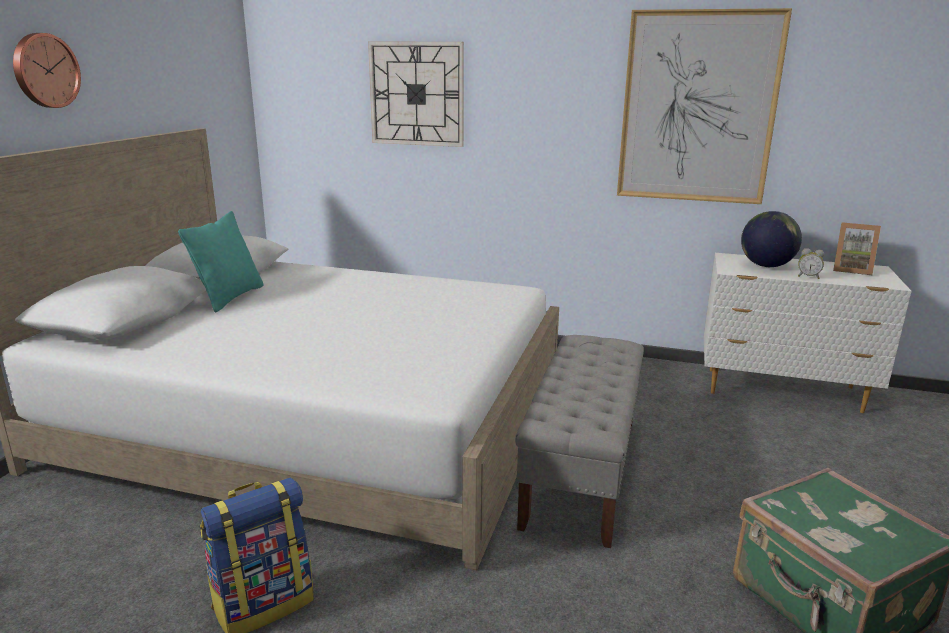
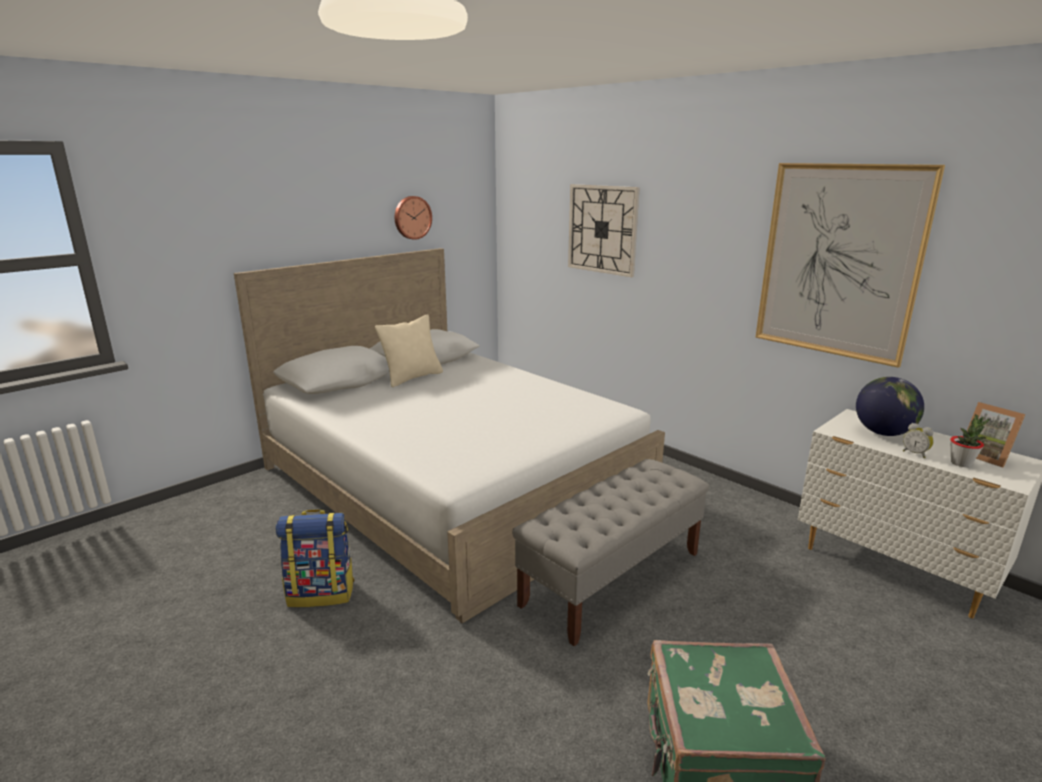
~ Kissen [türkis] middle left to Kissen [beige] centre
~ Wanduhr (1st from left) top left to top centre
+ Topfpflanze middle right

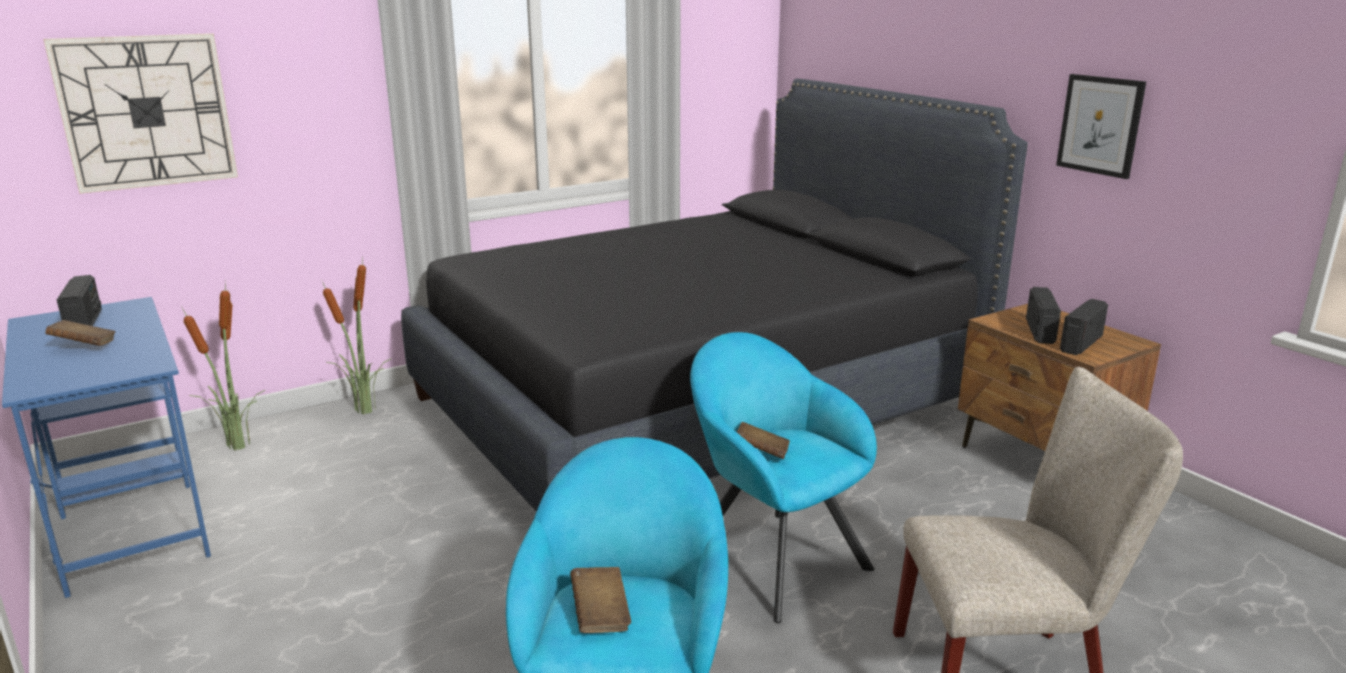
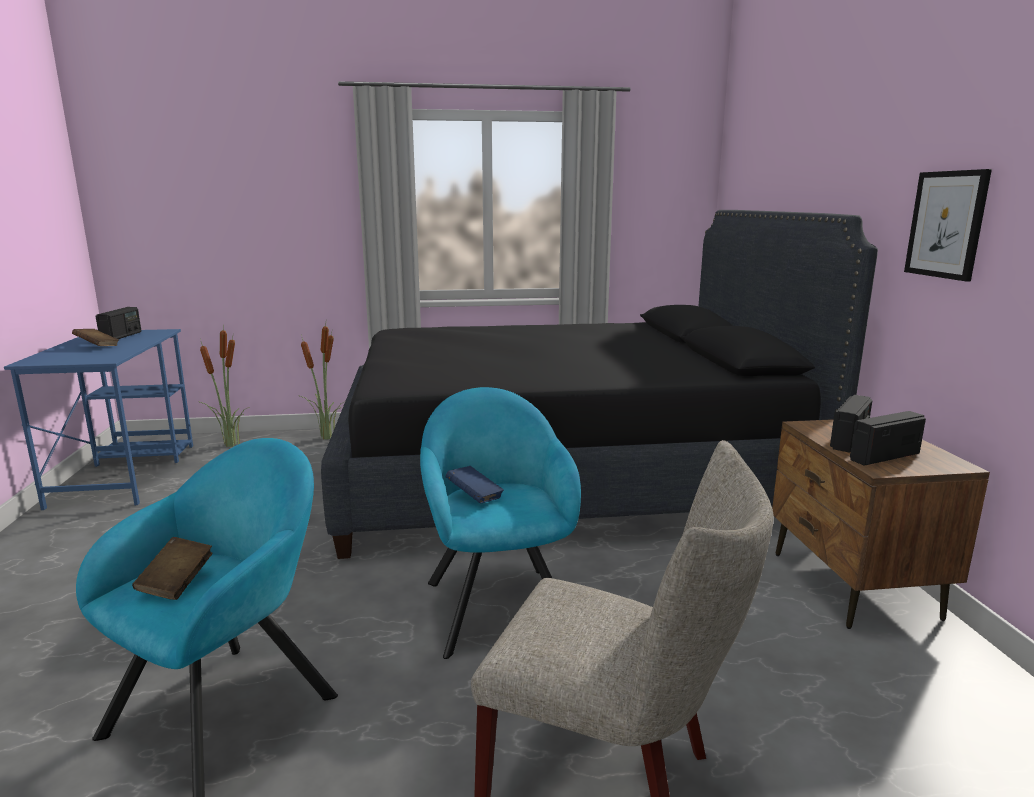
~ Buch [braun] (3rd from left) centre to Buch [blau] centre
- Wanduhr top left

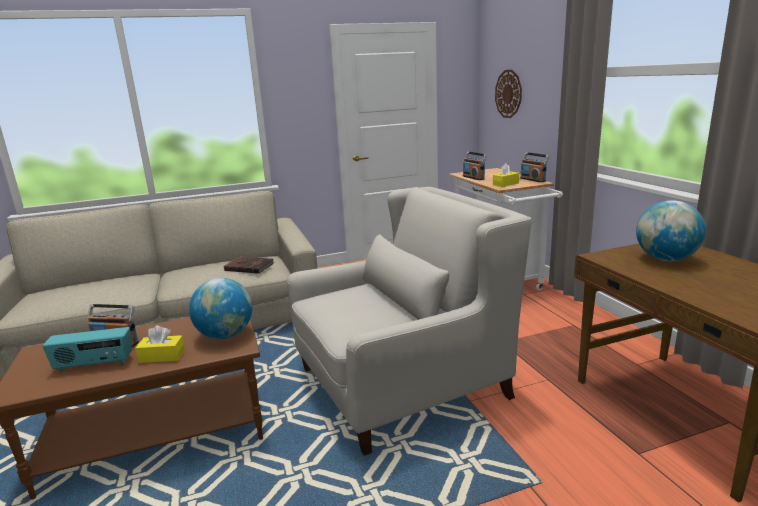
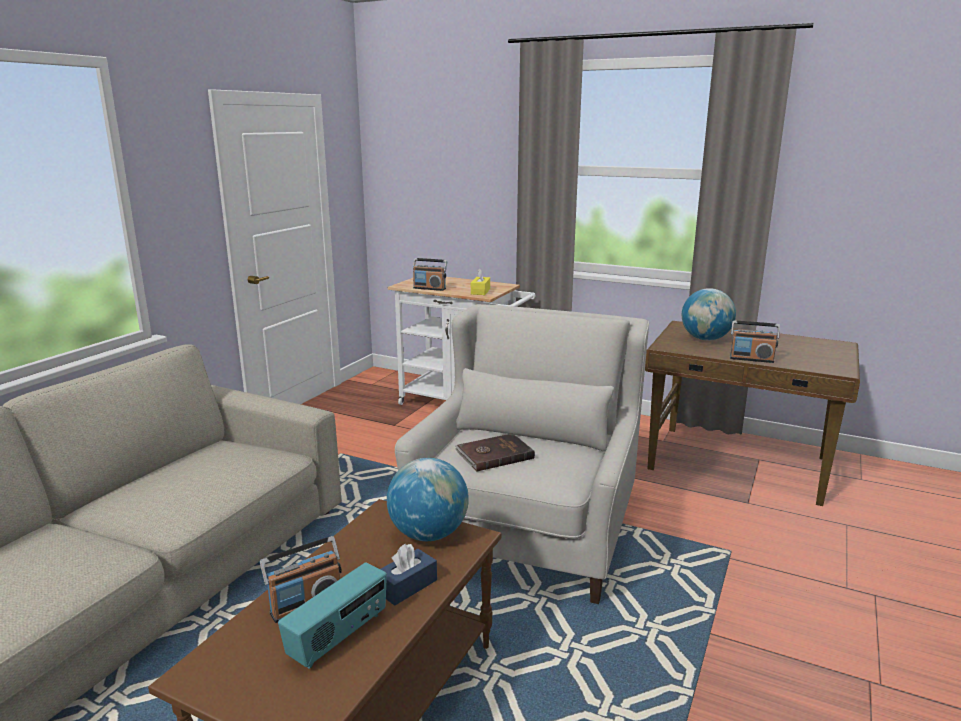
~ Taschentuchbox [gelb] (1st from left) bottom left to Taschentuchbox [blau] bottom centre
~ Buch [braun] middle left to centre
~ Radio (4th from left) top right to middle right
- Wanduhr top right

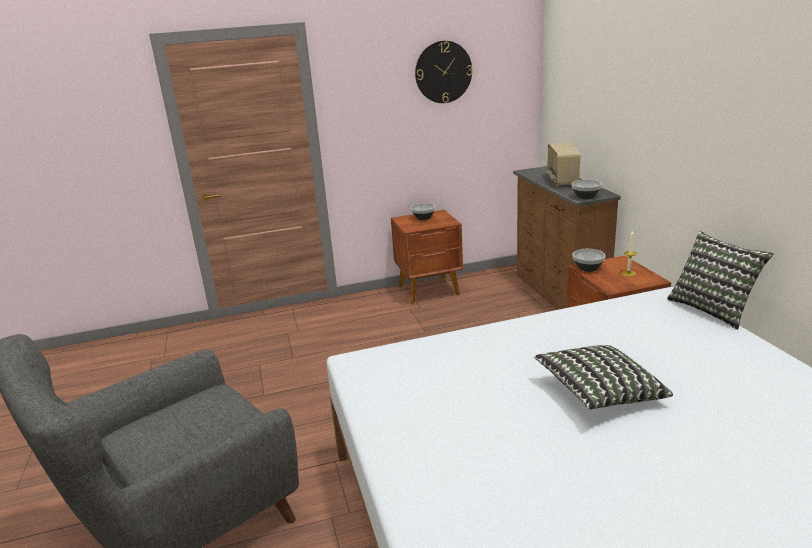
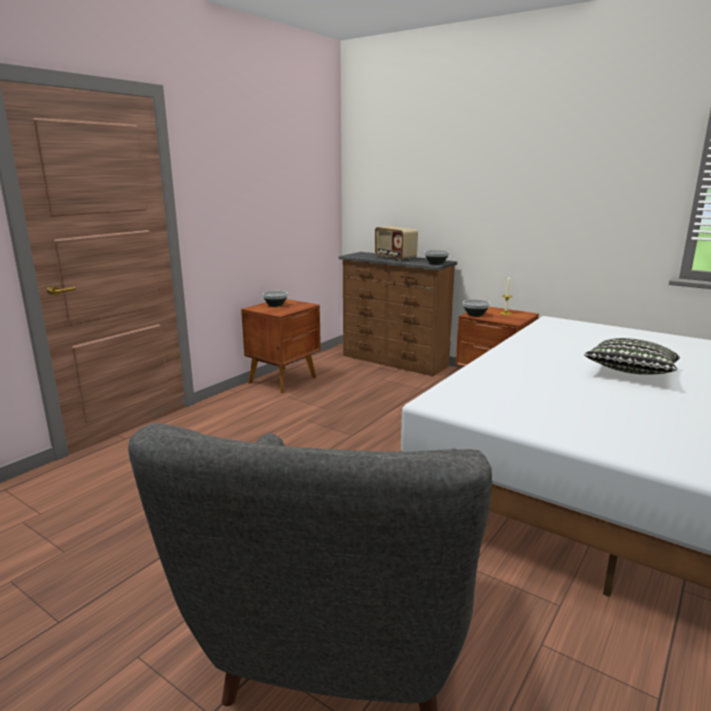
- Wanduhr top centre
- Kissen (2nd from left) middle right

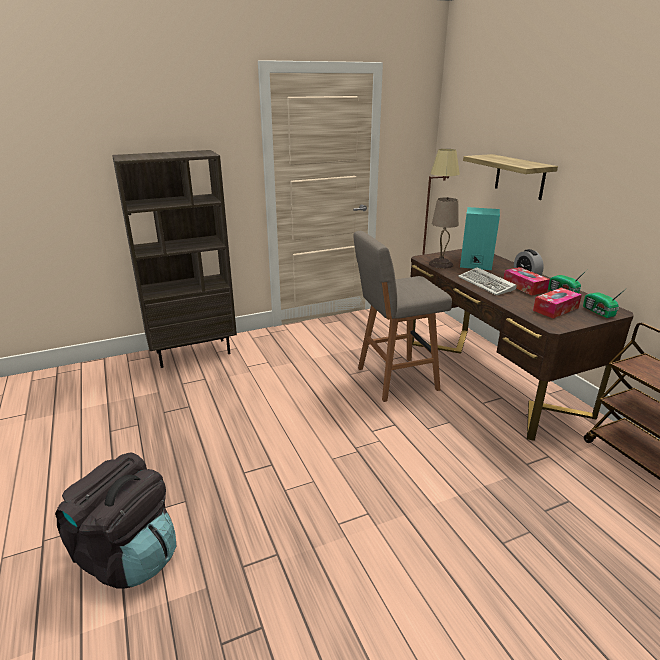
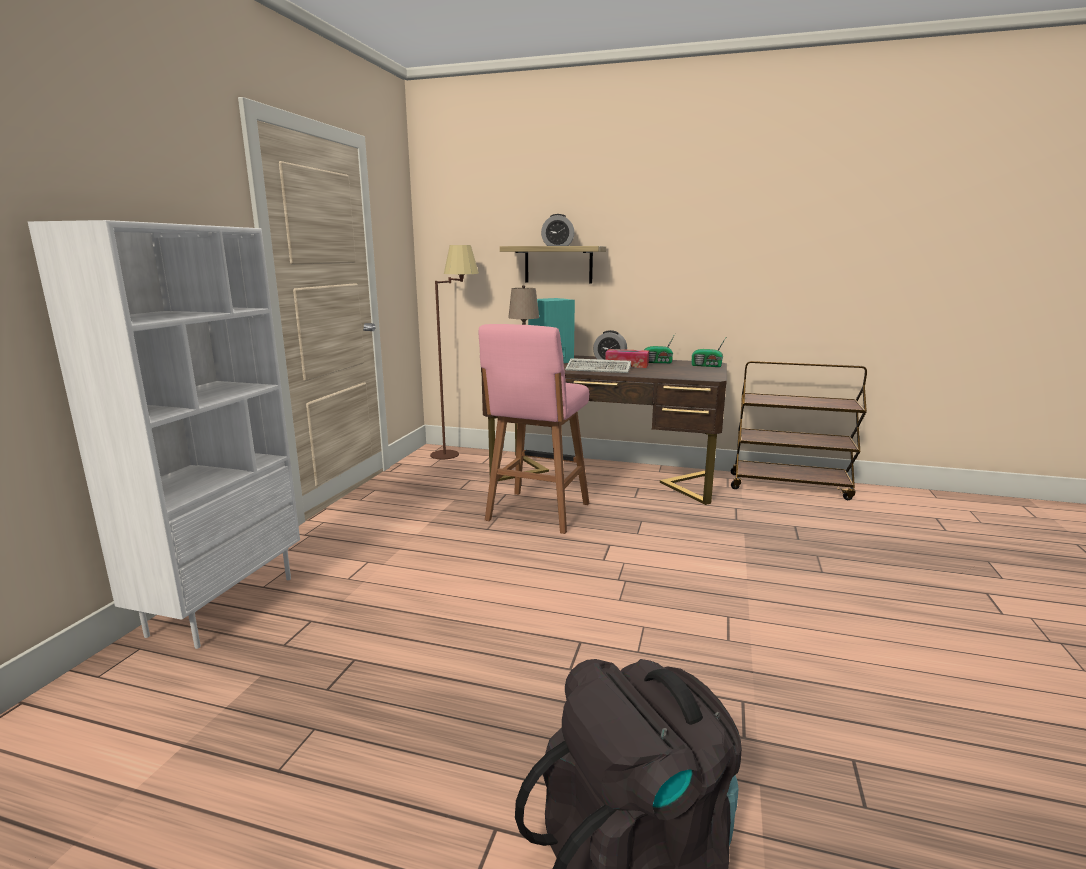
~ Bücherregal [braun] middle left to Bücherregal [weiß] middle left
~ Hocker [grau] centre to Hocker [rosa] centre
+ Wecker (1st from left) top centre
- Taschentuchbox (2nd from left) middle right

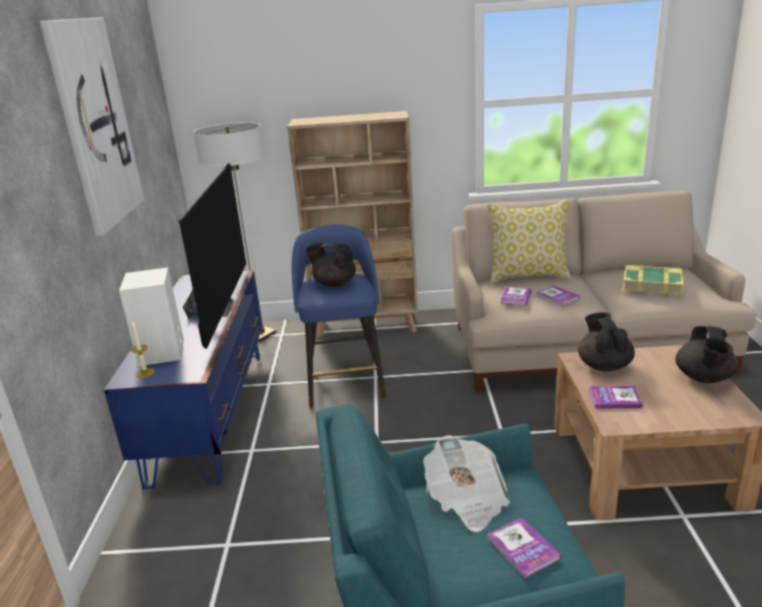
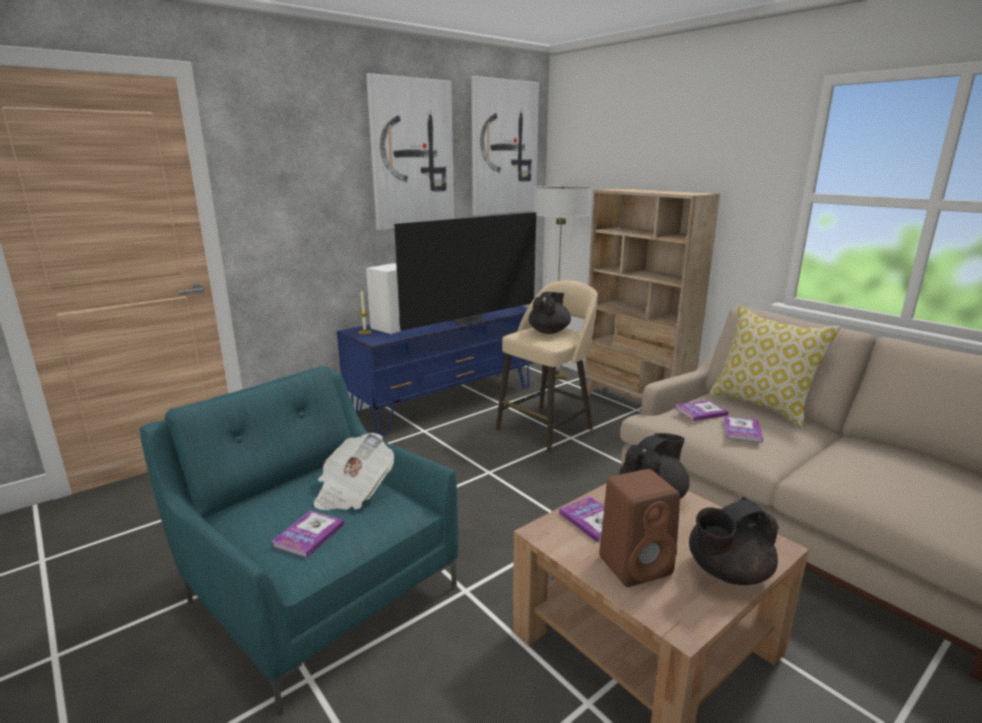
+ Bild (2nd from left) top centre
~ Hocker [blau] centre to Hocker [beige] centre
~ Teekanne [schwarz] (1st from left) centre = centre 45 degrees clockwise
+ Lautsprecher [braun] bottom centre
- Buch (5th from left) middle right

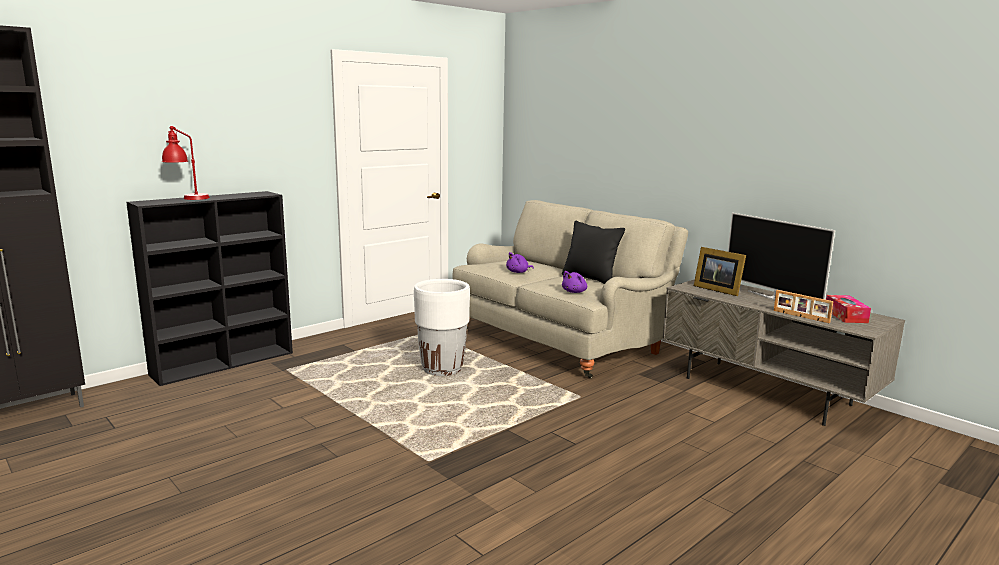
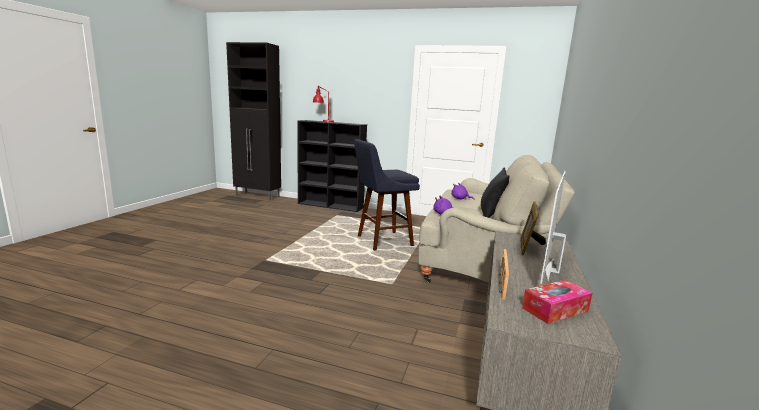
~ Pflanzkübel [weiß] centre to Hocker [blau] centre

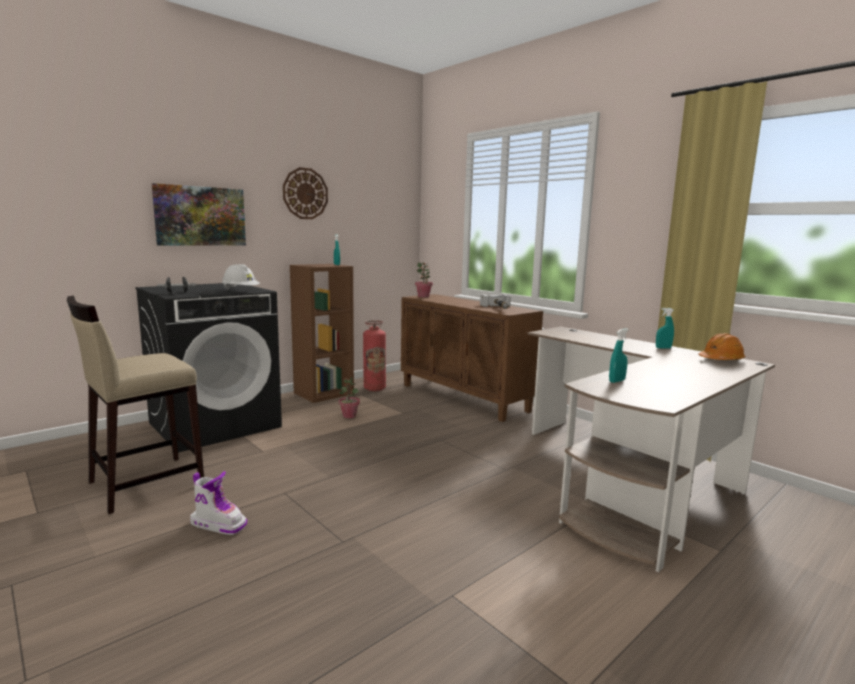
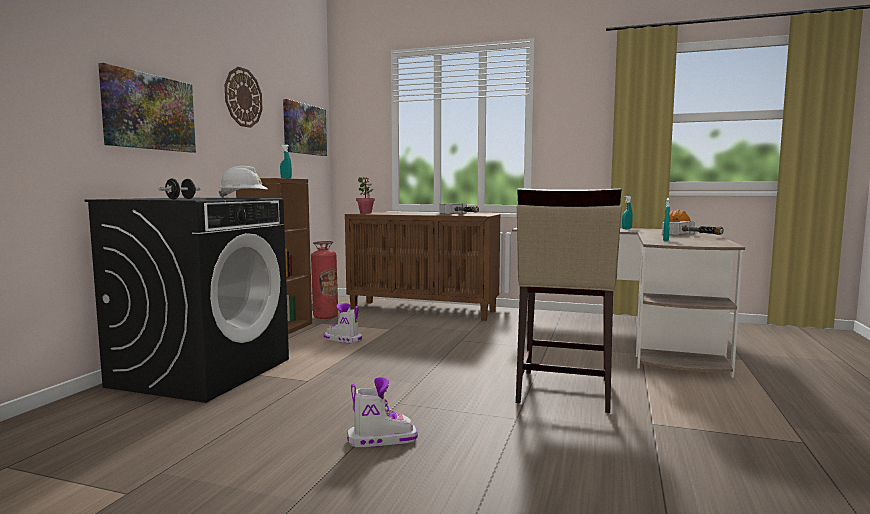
+ Bild (2nd from left) top centre
~ Topfpflanze (1st from left) centre to Stiefel (1st from left) centre
~ Hocker [beige] middle left to centre
+ Hammer (2nd from left) middle right

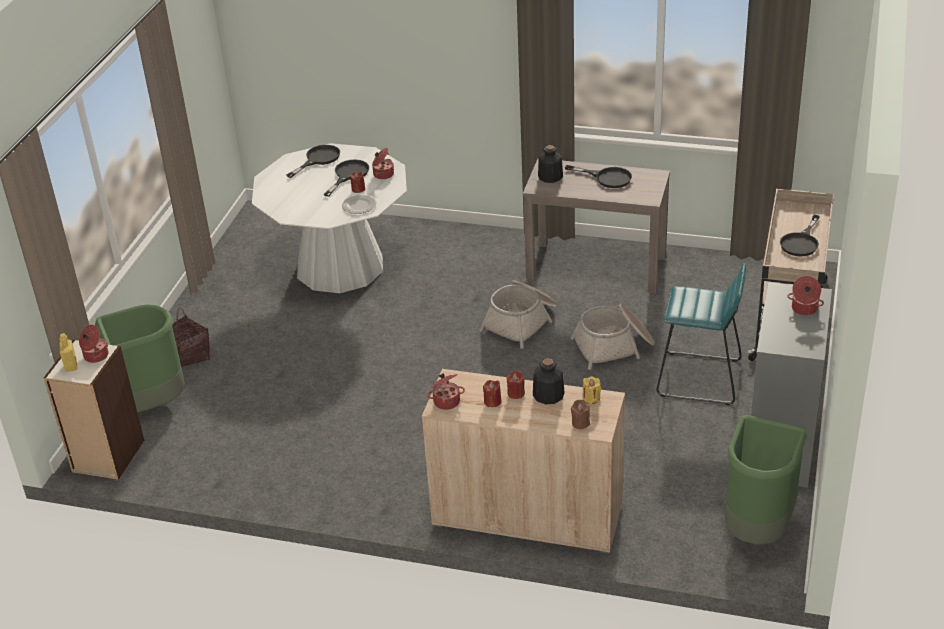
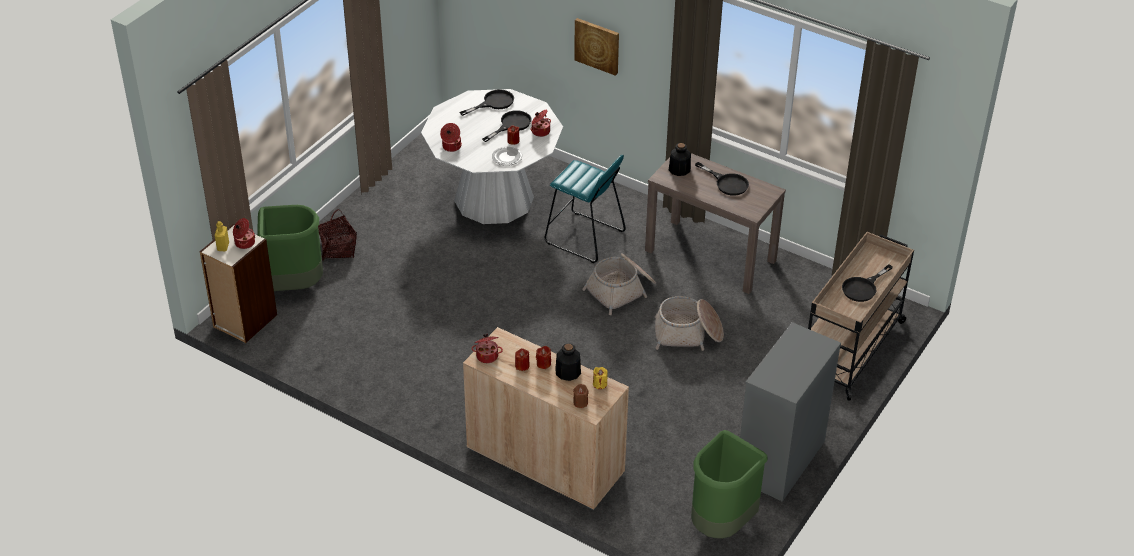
~ Kochtopf (4th from left in the first image) middle right to Kochtopf (2nd from left) top centre
~ Hocker [türkis] middle right to centre
+ Bild top centre

